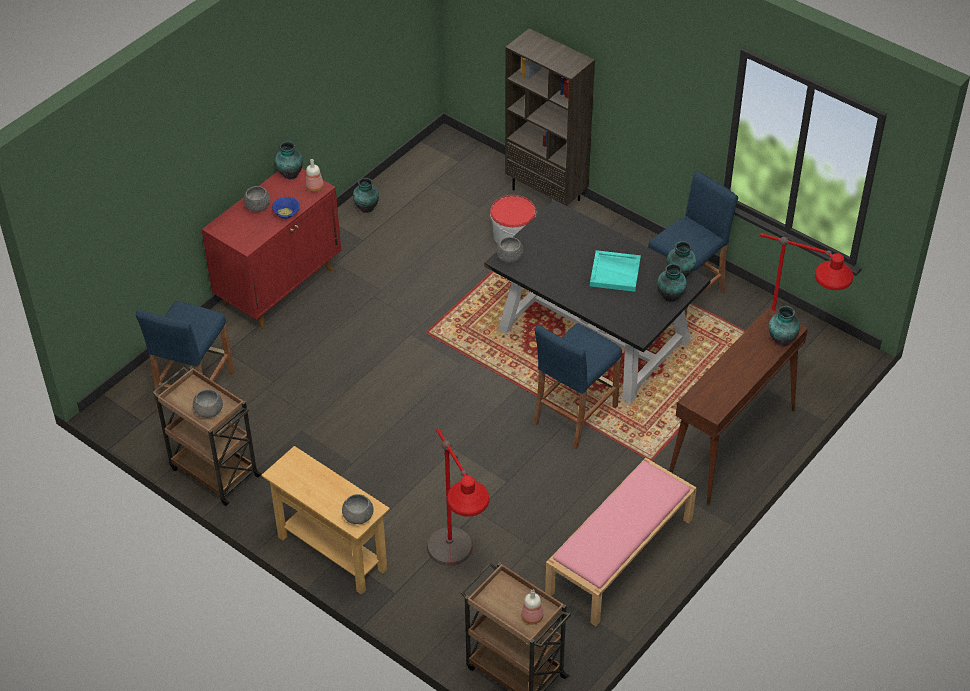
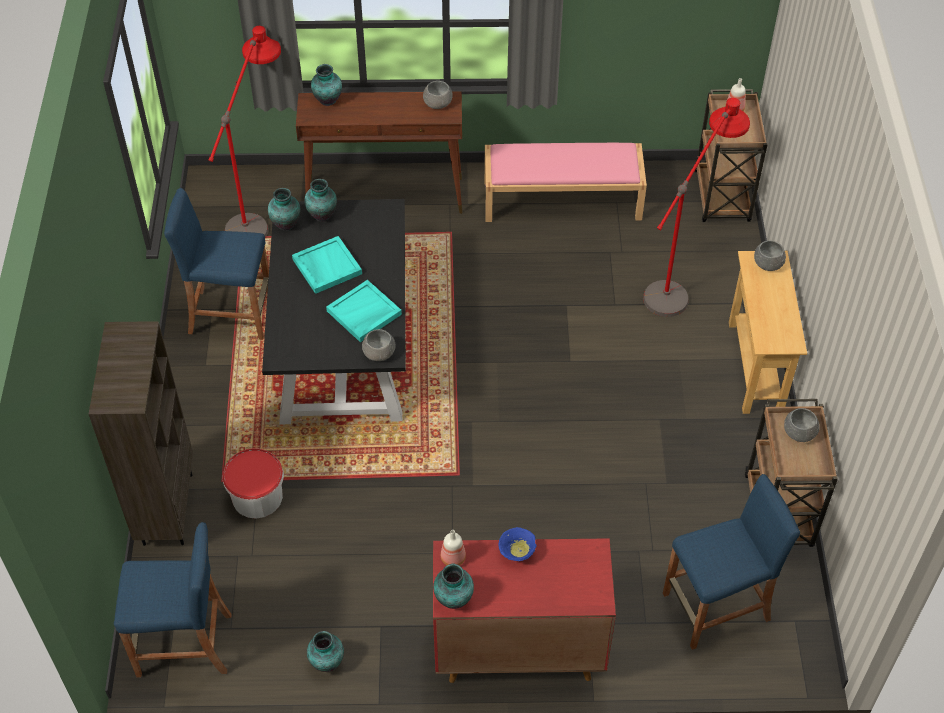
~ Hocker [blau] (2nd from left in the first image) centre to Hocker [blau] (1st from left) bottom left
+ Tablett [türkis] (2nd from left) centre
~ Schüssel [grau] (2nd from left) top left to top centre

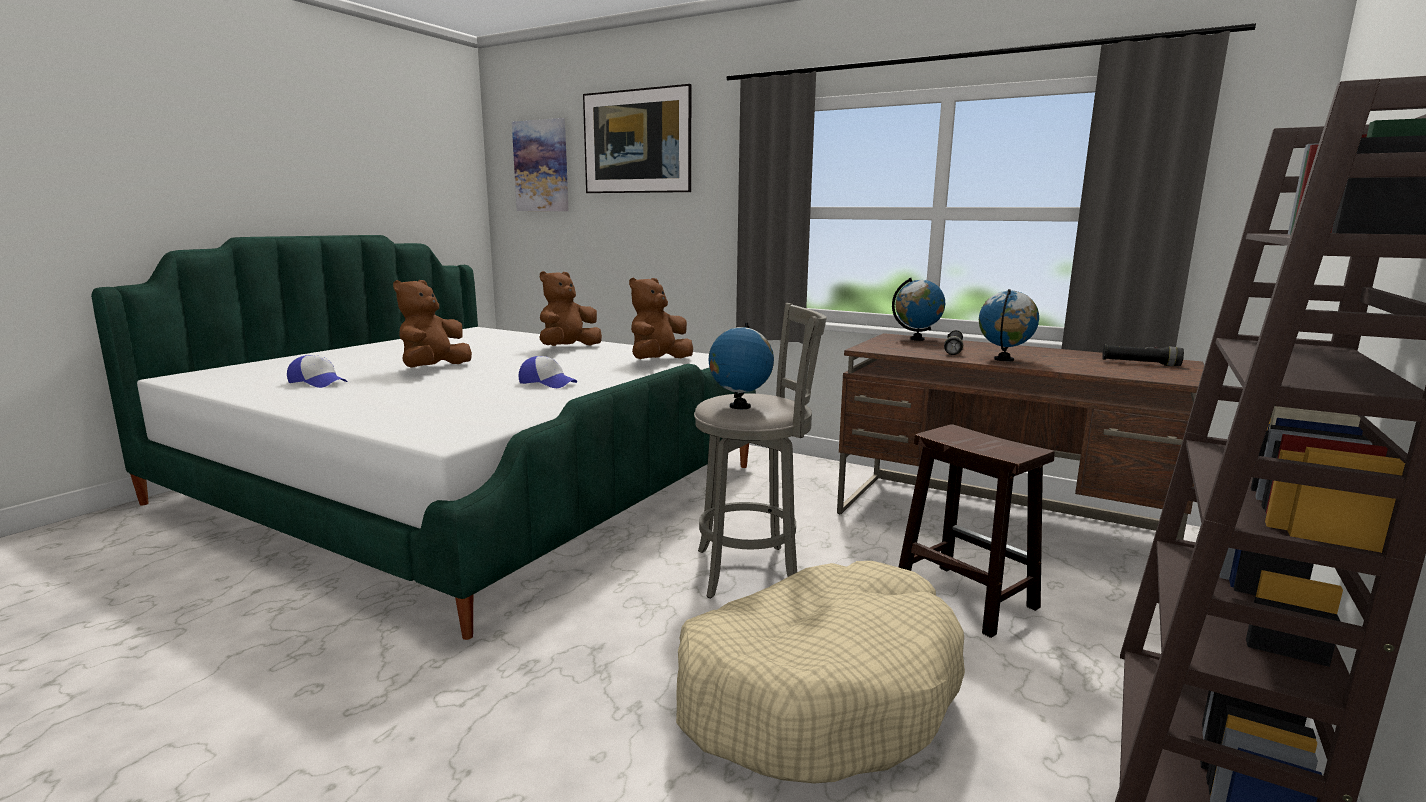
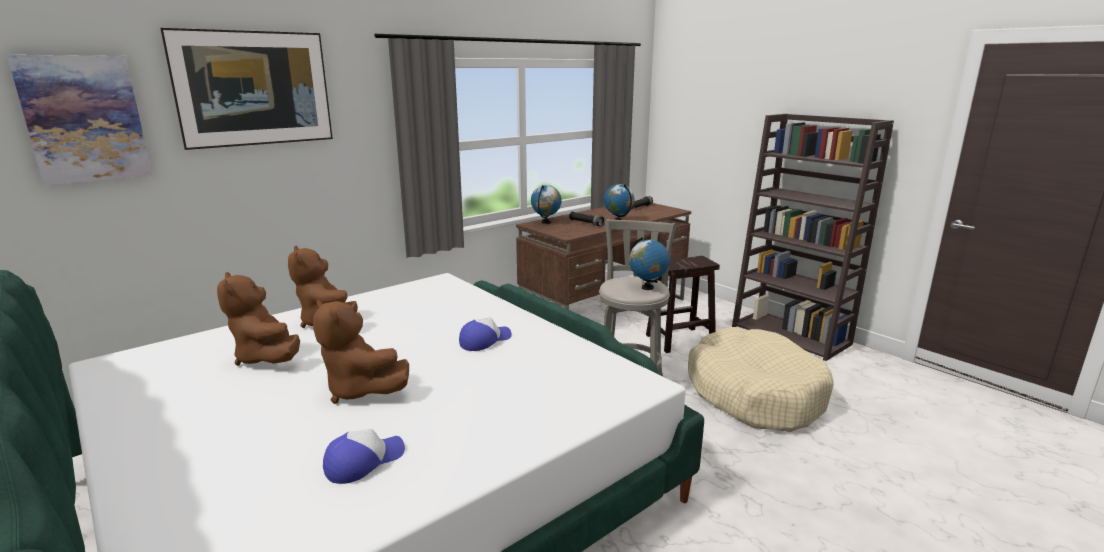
~ Plüschtier [braun] (3rd from left in the first image) centre to Plüschtier [braun] (1st from left) middle left

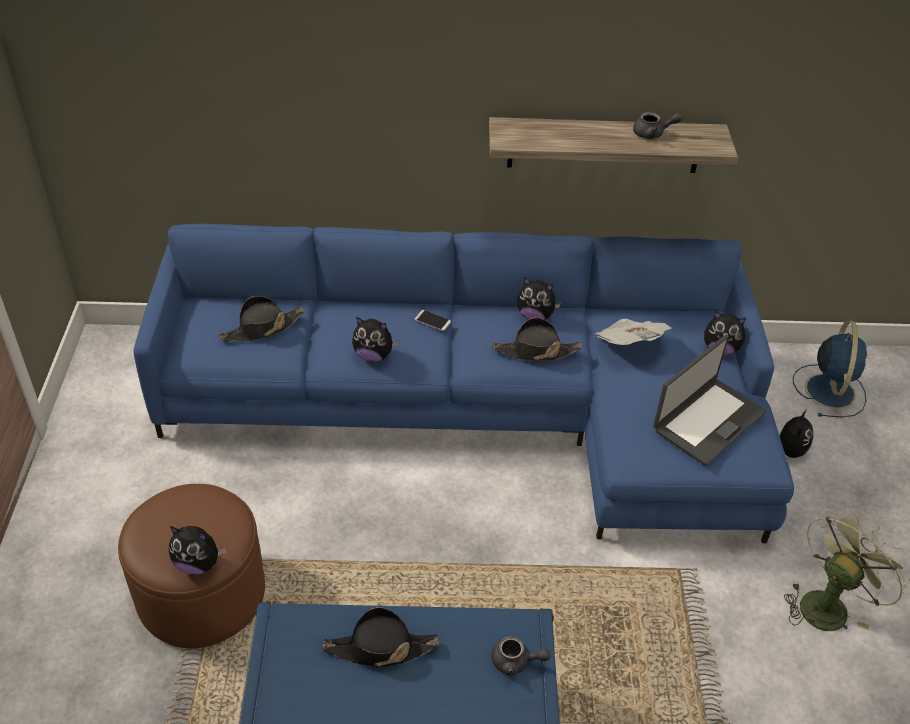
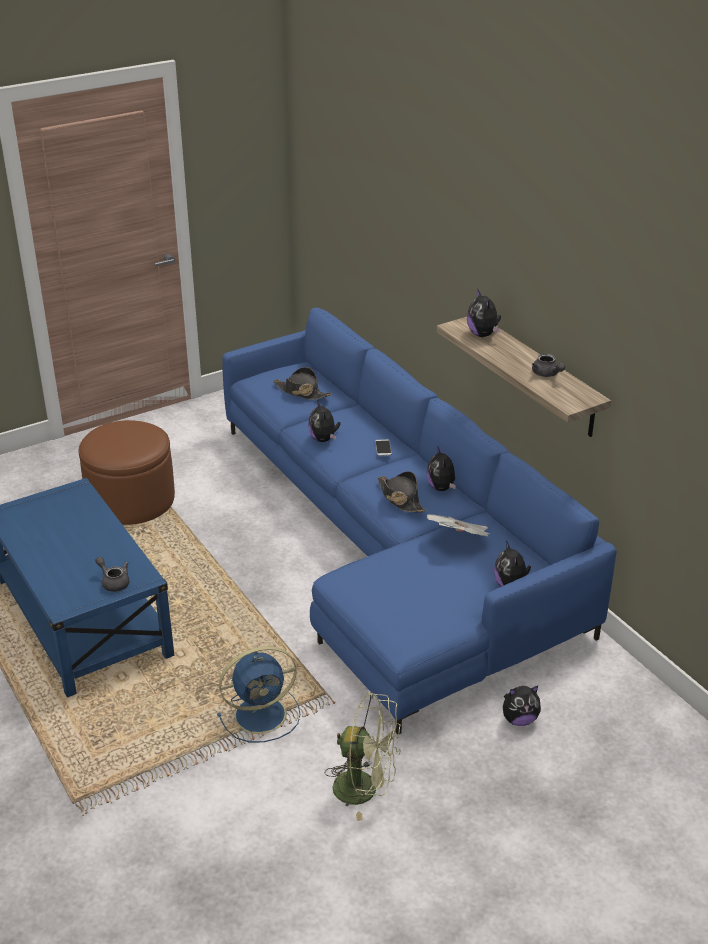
~ Teekanne [grau] (1st from left) bottom centre = middle left 150 degrees clockwise
~ Ventilator [blau] middle right to bottom centre
~ Plüschtier (1st from left in the first image) bottom left to Plüschtier (3rd from left) top right
- Hut [schwarz] (2nd from left) bottom centre
- Laptop middle right

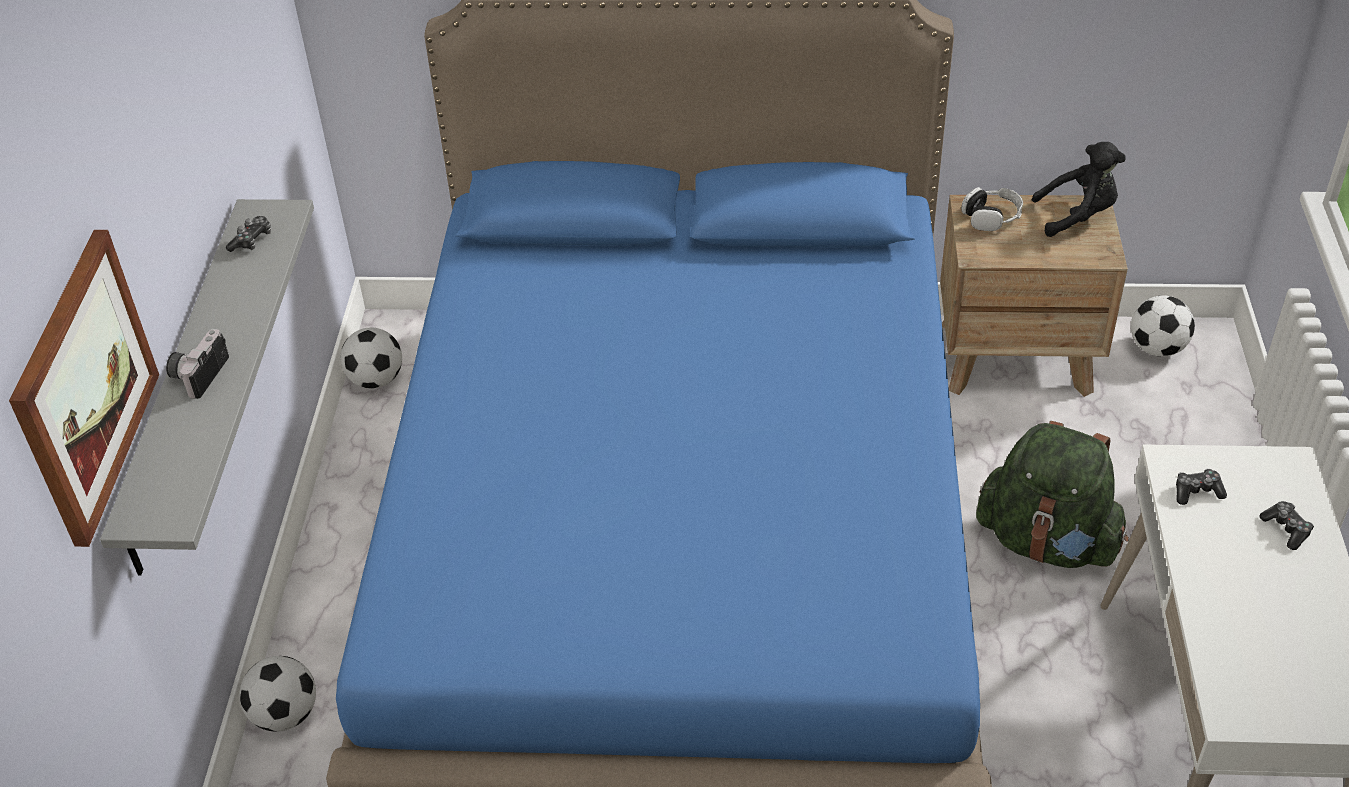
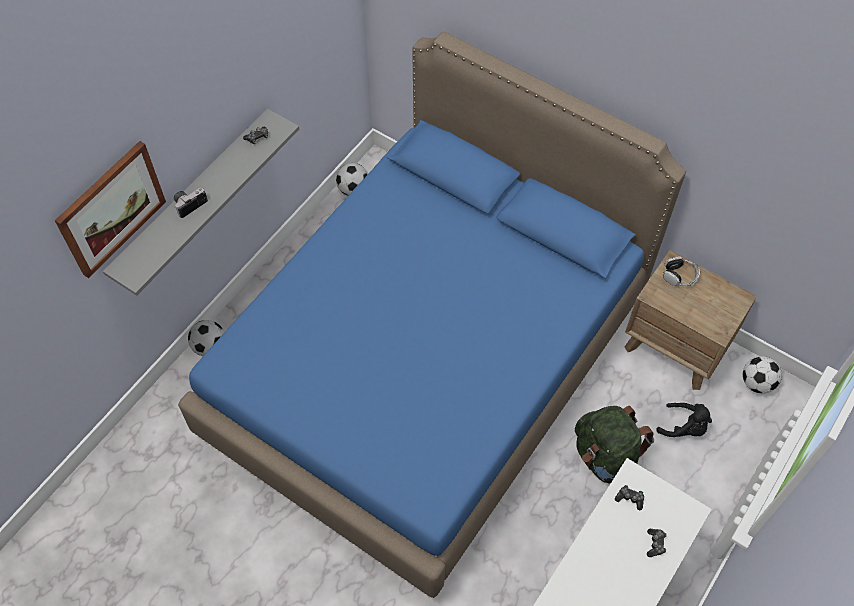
~ Plüschtier [schwarz] top right to bottom right

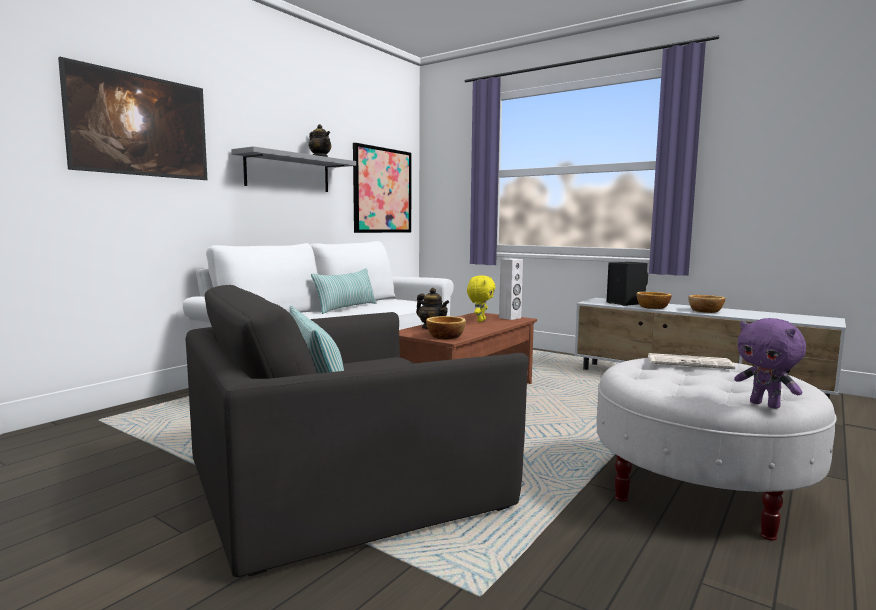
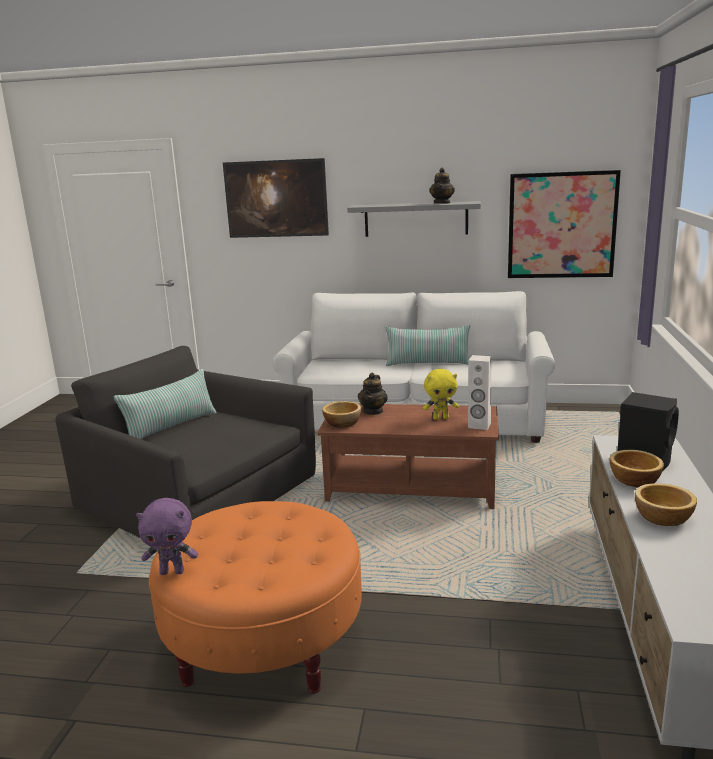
~ Plüschtier [lila] middle right = bottom left 120 degrees counterclockwise
~ Polsterhocker [weiß] bottom right to Polsterhocker [orange] bottom centre
- Zeitung middle right

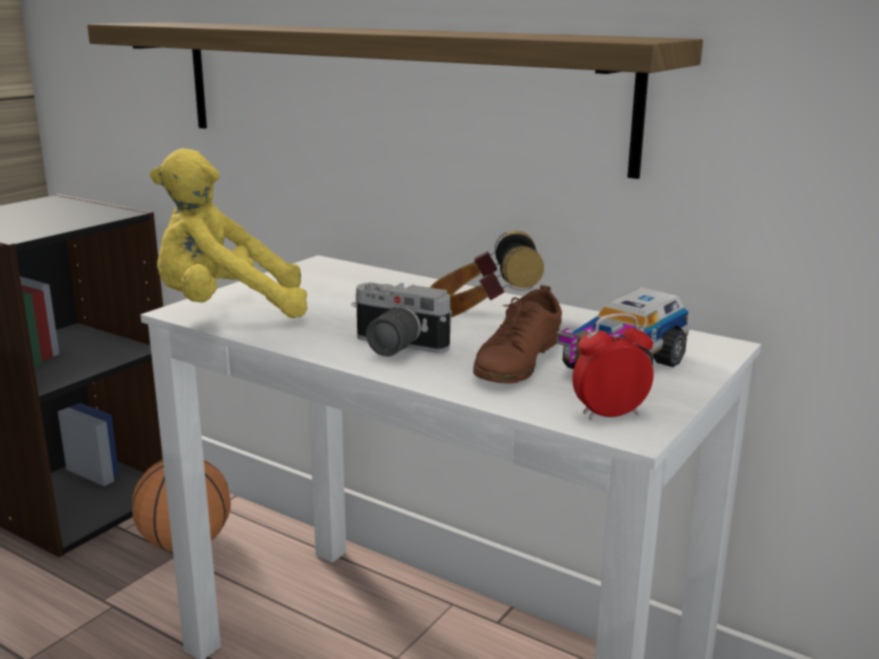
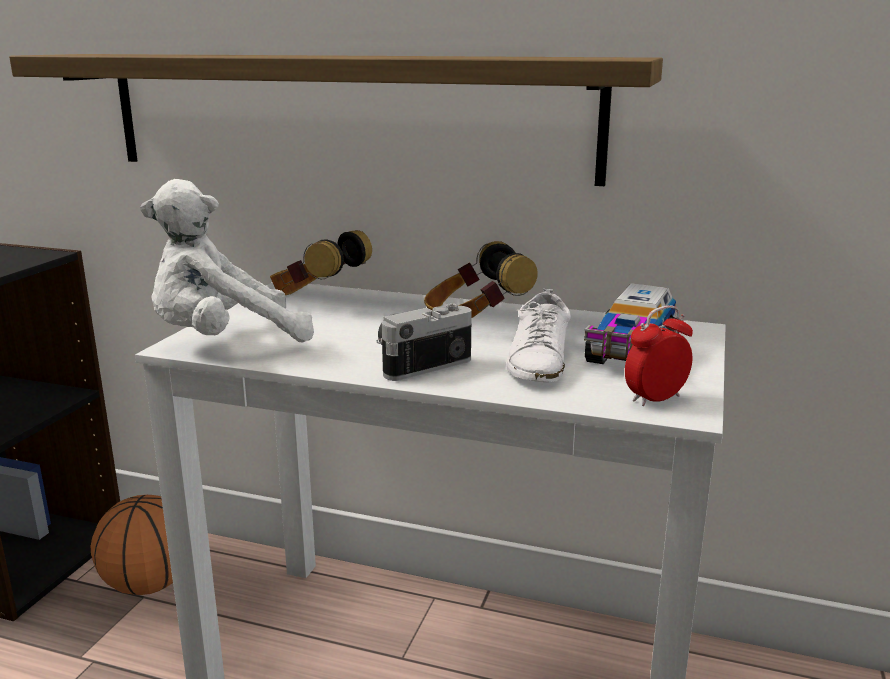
~ Plüschtier [gelb] middle left to Plüschtier [weiß] middle left
+ Kopfhörer (1st from left) centre
~ Kamera centre = centre 135 degrees clockwise
~ Schuh [braun] centre to Schuh [weiß] centre

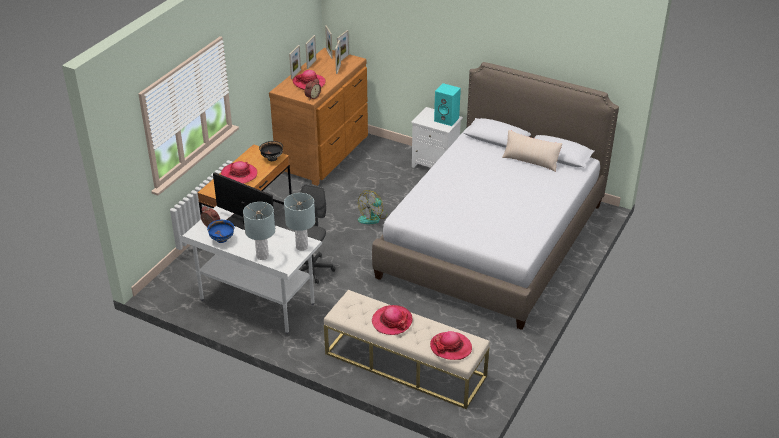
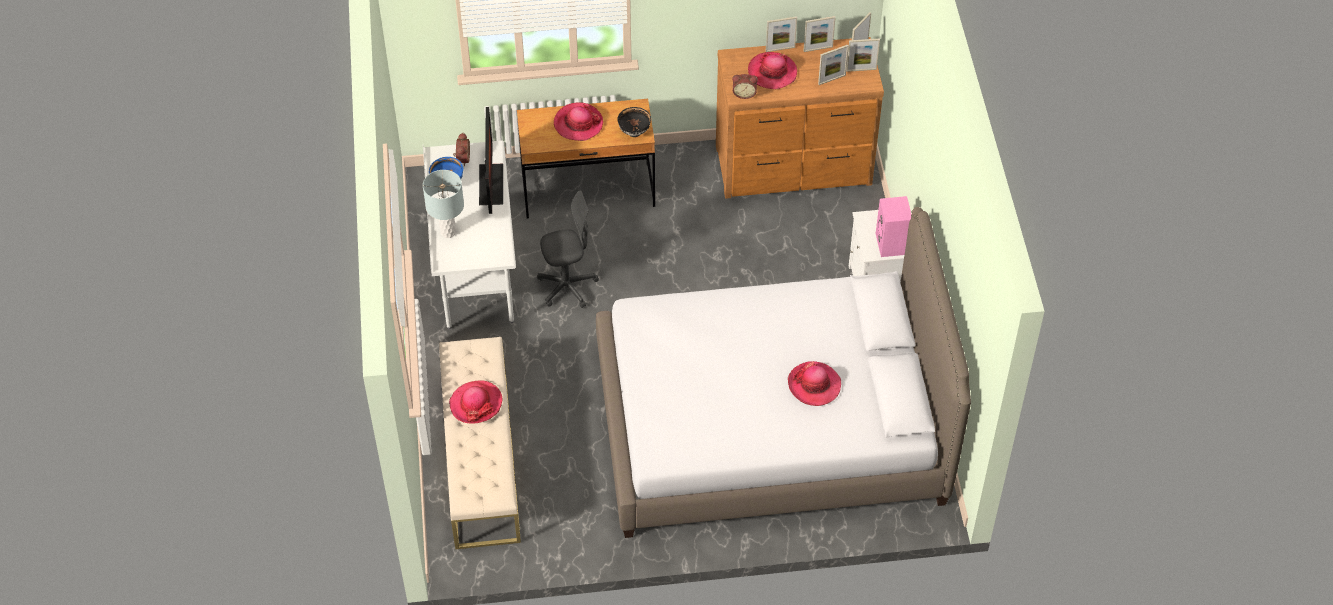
~ Hut (4th from left) bottom centre to centre
~ Lautsprecher [türkis] top centre to Lautsprecher [rosa] middle right
- Tischlampe [grau] (2nd from left) centre
- Ventilator centre
- Kissen [beige] middle right

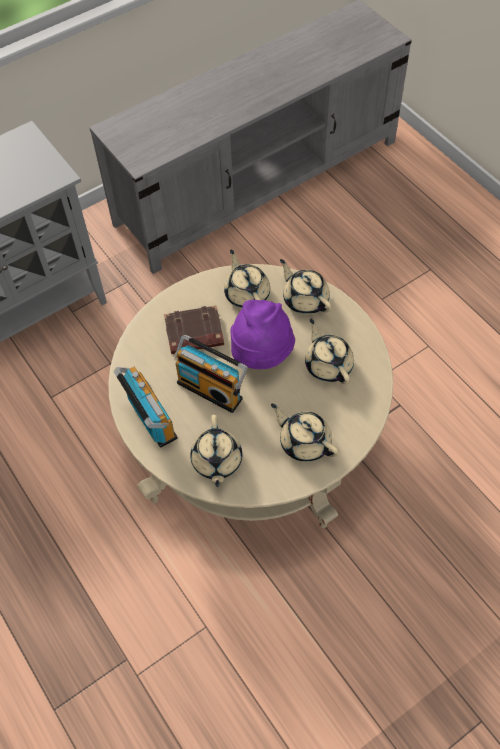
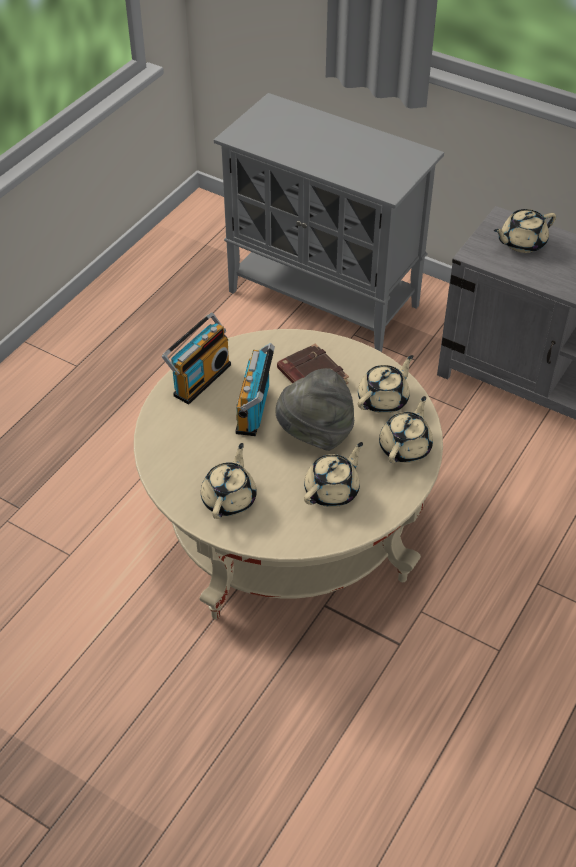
~ Hut [lila] centre to Hut [grau] centre
~ Teekanne [beige] (1st from left in the first image) centre to Teekanne [beige] (5th from left) top right

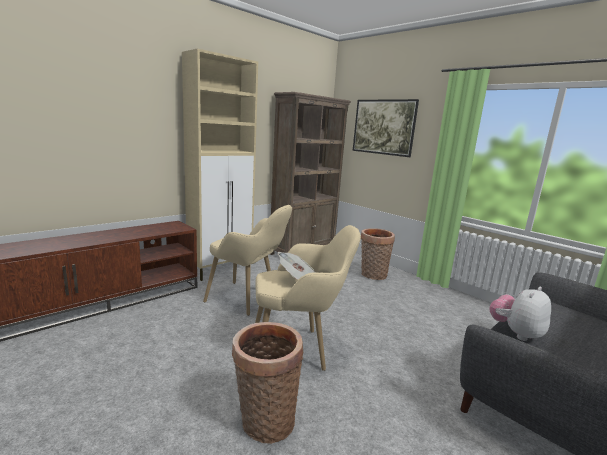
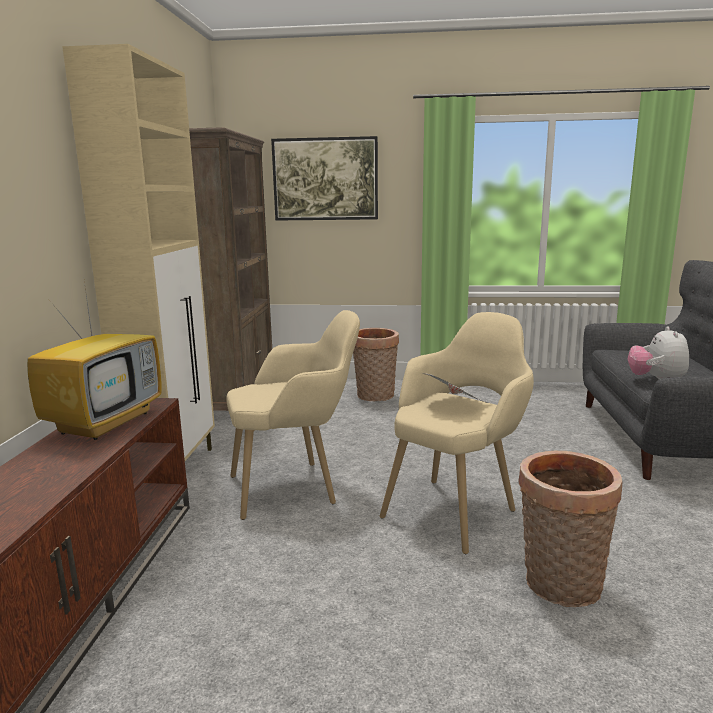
+ Fernseher middle left

